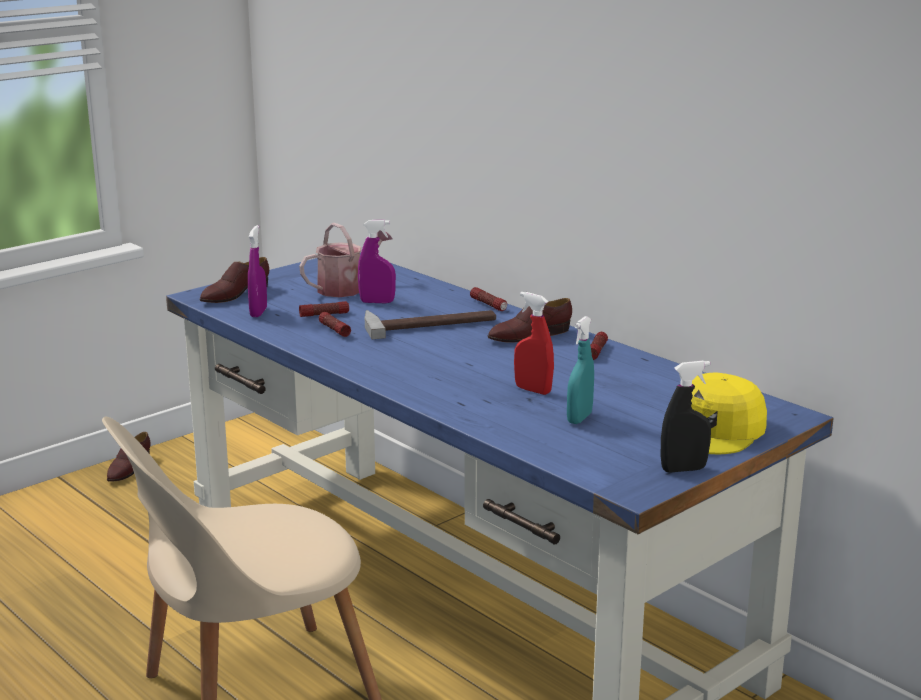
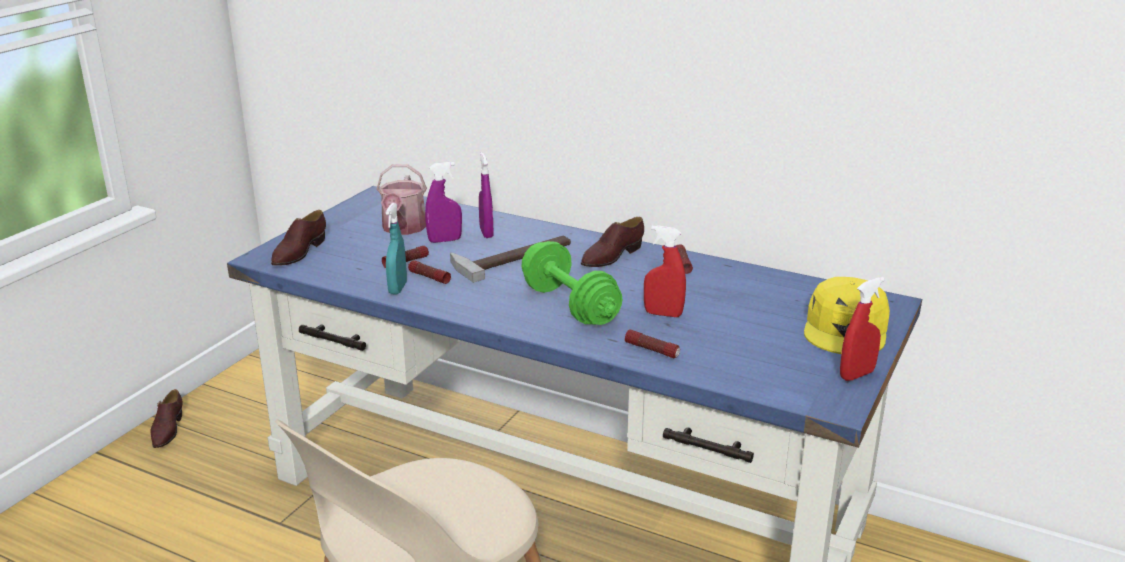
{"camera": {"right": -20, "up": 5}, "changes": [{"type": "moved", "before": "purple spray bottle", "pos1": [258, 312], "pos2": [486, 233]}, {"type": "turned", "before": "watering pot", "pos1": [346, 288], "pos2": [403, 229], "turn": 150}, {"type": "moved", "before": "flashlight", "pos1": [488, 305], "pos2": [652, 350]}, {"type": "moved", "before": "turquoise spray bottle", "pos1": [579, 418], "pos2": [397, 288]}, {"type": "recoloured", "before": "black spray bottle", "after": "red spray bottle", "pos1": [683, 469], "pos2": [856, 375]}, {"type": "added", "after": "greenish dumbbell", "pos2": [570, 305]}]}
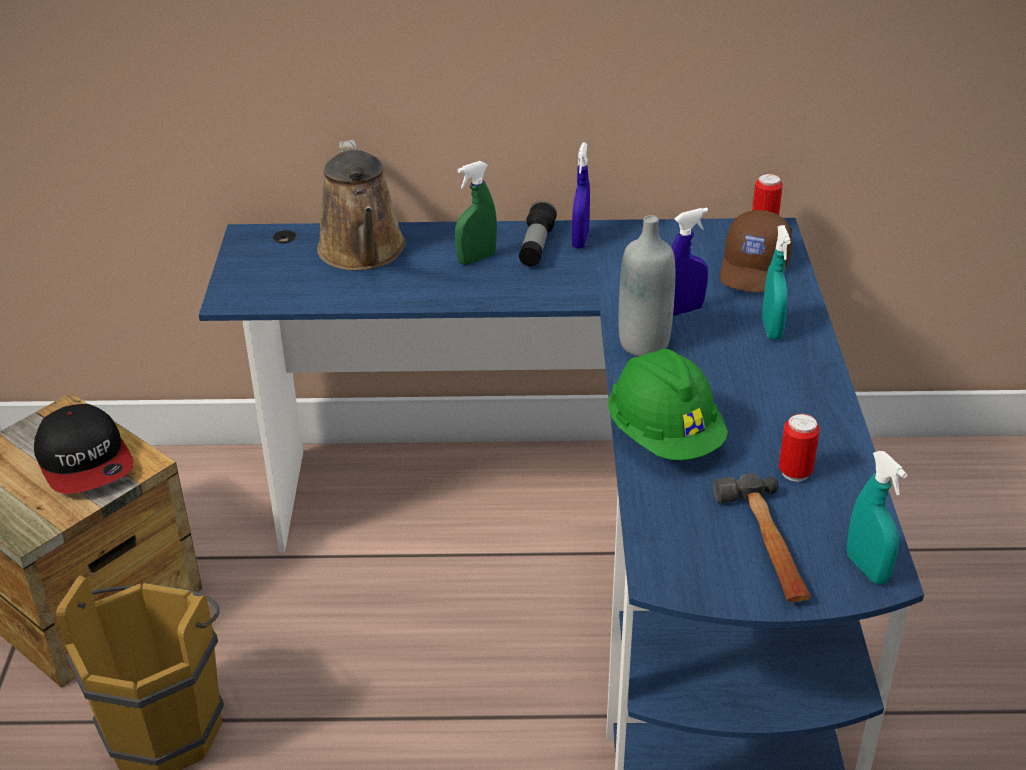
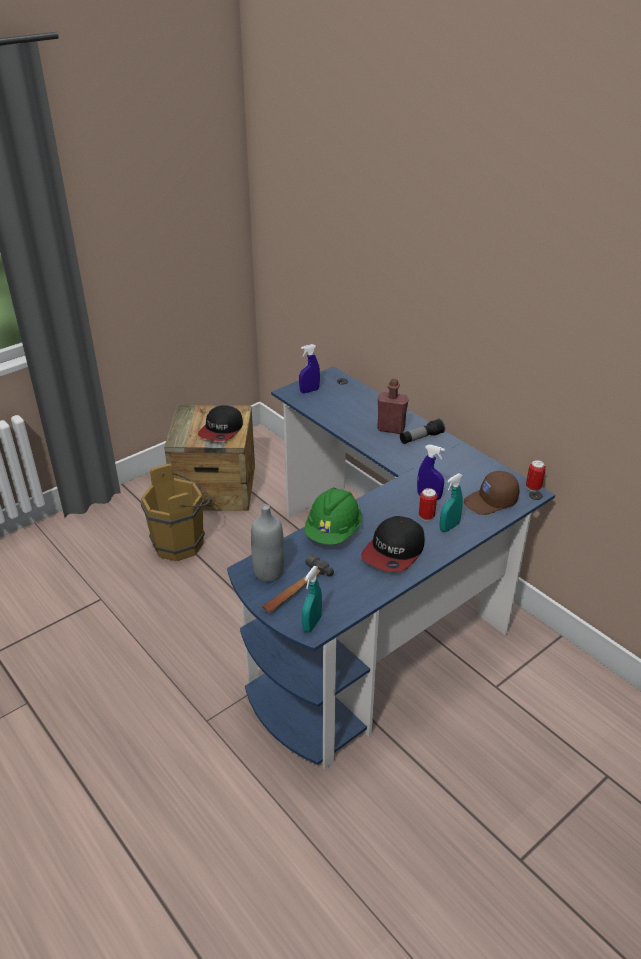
{"camera": {"right": 50, "up": 0}, "changes": [{"type": "removed", "before": "brownish watering pot", "pos1": [363, 253]}, {"type": "replaced", "before": "greenish spray bottle", "after": "red beverage bottle", "pos1": [476, 259], "pos2": [391, 429]}, {"type": "moved", "before": "blue spray bottle", "pos1": [580, 240], "pos2": [309, 391]}, {"type": "moved", "before": "grey beverage bottle", "pos1": [643, 343], "pos2": [269, 572]}, {"type": "moved", "before": "metal can", "pos1": [795, 472], "pos2": [426, 516]}, {"type": "added", "after": "cap", "pos2": [394, 551]}]}
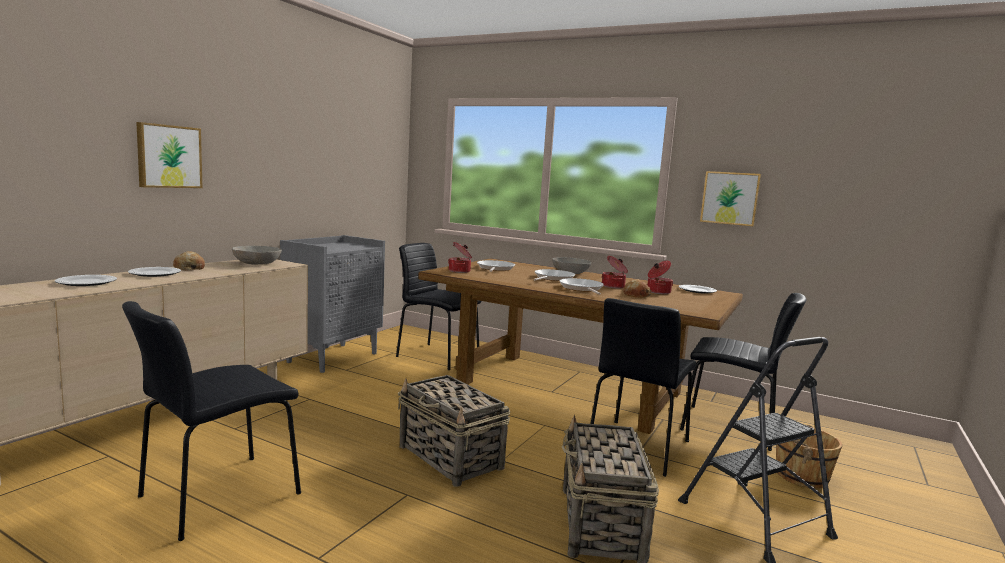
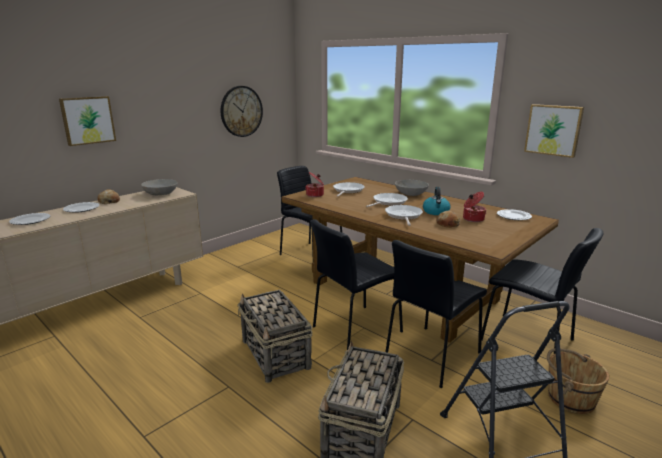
{"camera": {"right": 15, "up": 10}, "changes": [{"type": "moved", "before": "black upright chair", "pos1": [215, 497], "pos2": [354, 330]}, {"type": "removed", "before": "grey storage cabinet", "pos1": [333, 357]}, {"type": "replaced", "before": "saucepot", "after": "kettle", "pos1": [613, 286], "pos2": [436, 212]}, {"type": "added", "after": "clock on the wall", "pos2": [241, 111]}]}
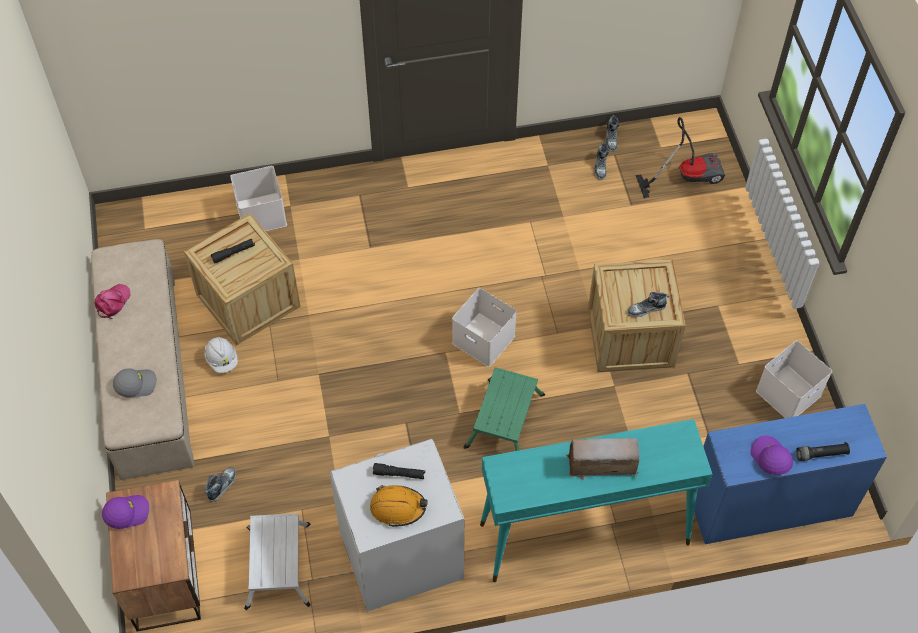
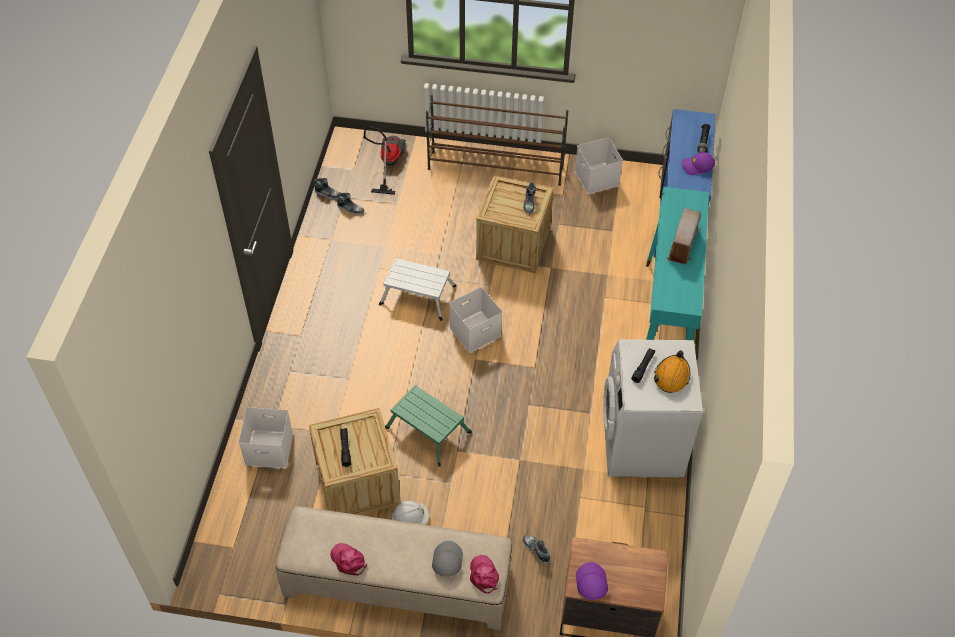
{"camera": {"right": -70, "up": -5}, "changes": [{"type": "moved", "before": "whitish step stool", "pos1": [278, 565], "pos2": [417, 295]}, {"type": "moved", "before": "greenish step stool", "pos1": [505, 420], "pos2": [427, 429]}, {"type": "added", "after": "brownish shoe stand", "pos2": [496, 169]}, {"type": "added", "after": "pink cap", "pos2": [484, 575]}]}
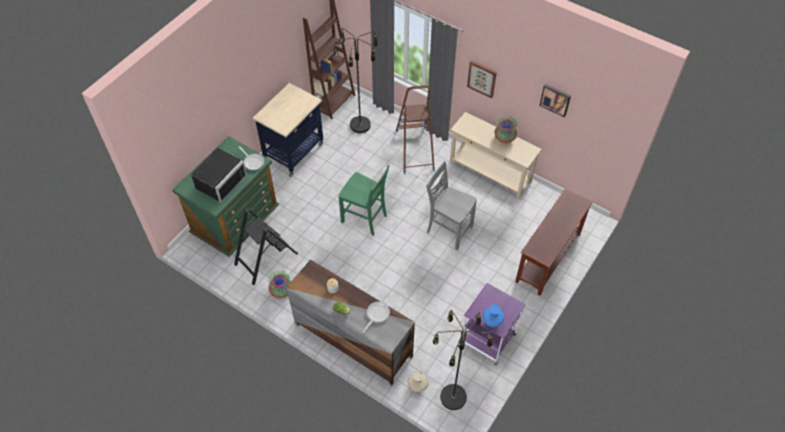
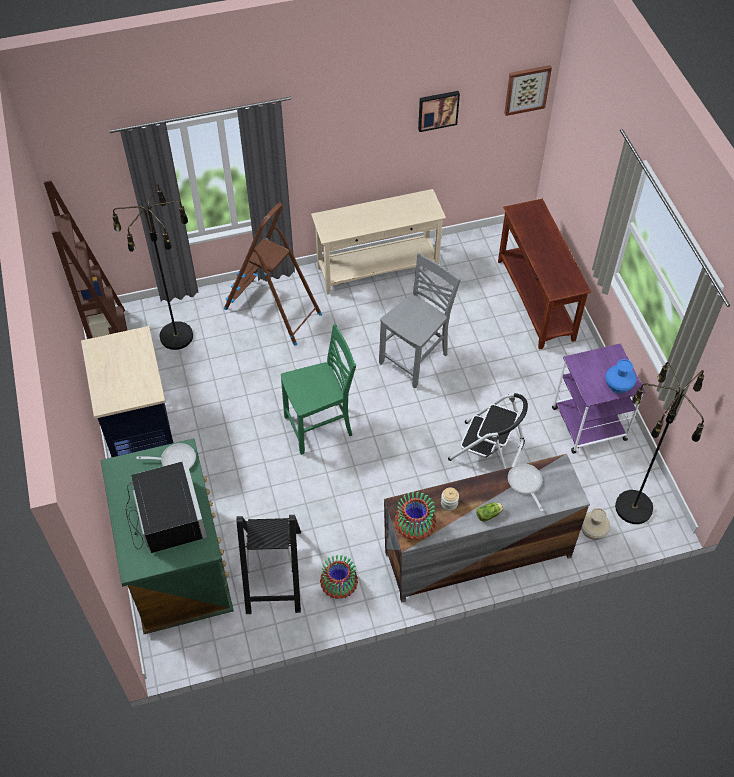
{"camera": {"right": -50, "up": 0}, "changes": [{"type": "turned", "before": "grey upright chair", "pos1": [448, 230], "pos2": [415, 359], "turn": 150}, {"type": "moved", "before": "wall art", "pos1": [482, 78], "pos2": [526, 89]}, {"type": "moved", "before": "flower vase", "pos1": [504, 138], "pos2": [414, 527]}, {"type": "added", "after": "step stool", "pos2": [489, 452]}]}
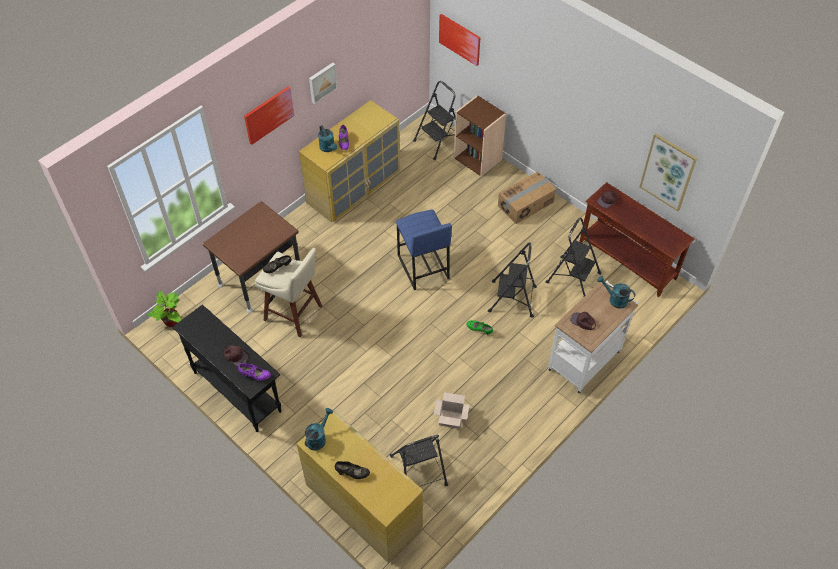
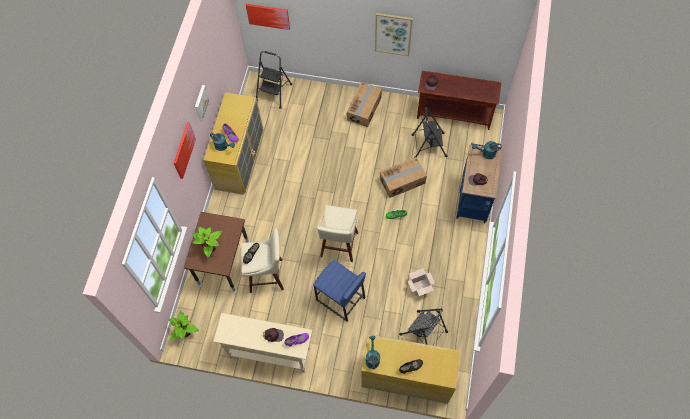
{"camera": {"right": -30, "up": 10}, "changes": [{"type": "recoloured", "before": "black console table", "after": "sand-coloured console table", "pos1": [237, 391], "pos2": [269, 353]}, {"type": "moved", "before": "blue stool seat", "pos1": [423, 267], "pos2": [340, 299]}, {"type": "removed", "before": "brownish bookshelf", "pos1": [478, 159]}, {"type": "replaced", "before": "black step stool", "after": "carton", "pos1": [514, 298], "pos2": [402, 181]}, {"type": "recoloured", "before": "whitish cart", "after": "blue cart", "pos1": [586, 359], "pos2": [473, 198]}, {"type": "moved", "before": "wall art", "pos1": [668, 172], "pos2": [393, 34]}, {"type": "added", "after": "houseplant", "pos2": [211, 248]}, {"type": "added", "after": "sand-coloured stool seat", "pos2": [338, 245]}]}
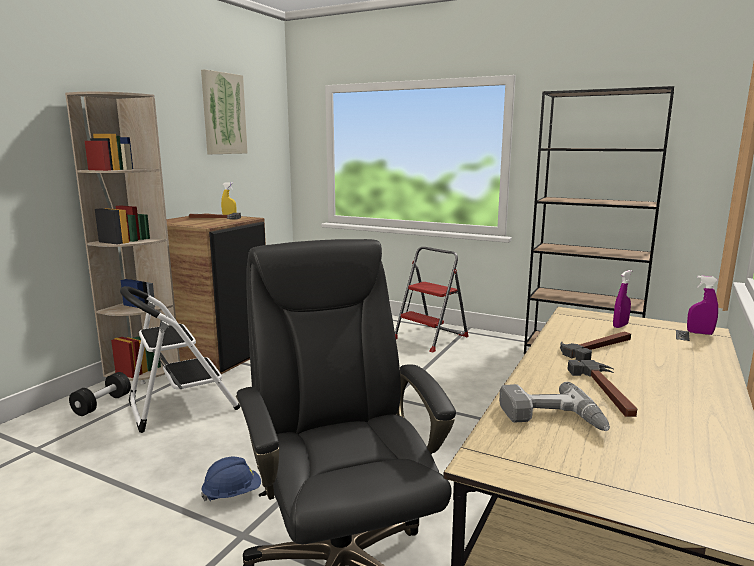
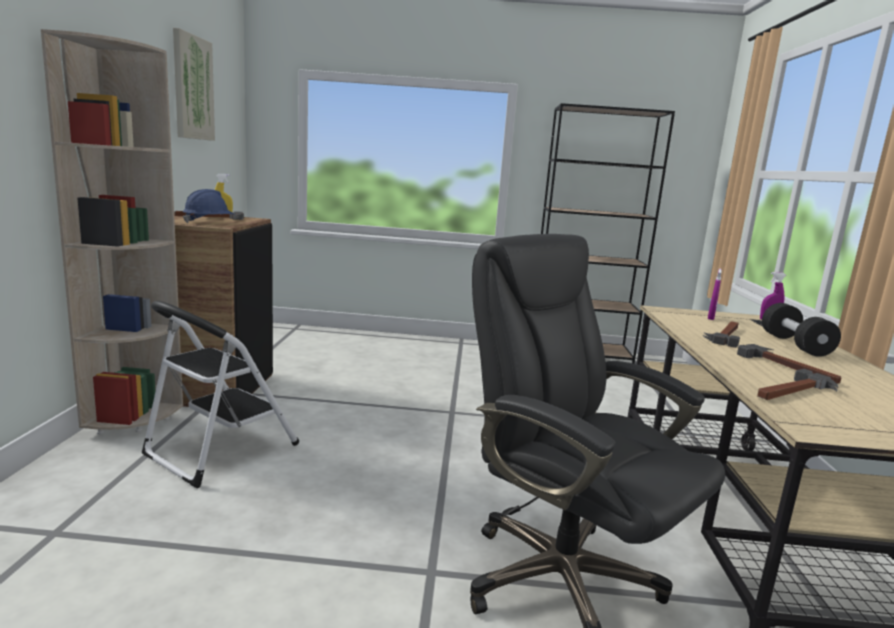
{"camera": {"right": -25, "up": 0}, "changes": [{"type": "moved", "before": "black dumbbell", "pos1": [102, 404], "pos2": [794, 345]}, {"type": "moved", "before": "blue work helmet", "pos1": [232, 494], "pos2": [209, 222]}, {"type": "removed", "before": "red step stool", "pos1": [432, 337]}, {"type": "replaced", "before": "power drill", "after": "hand hammer", "pos1": [552, 419], "pos2": [793, 392]}]}
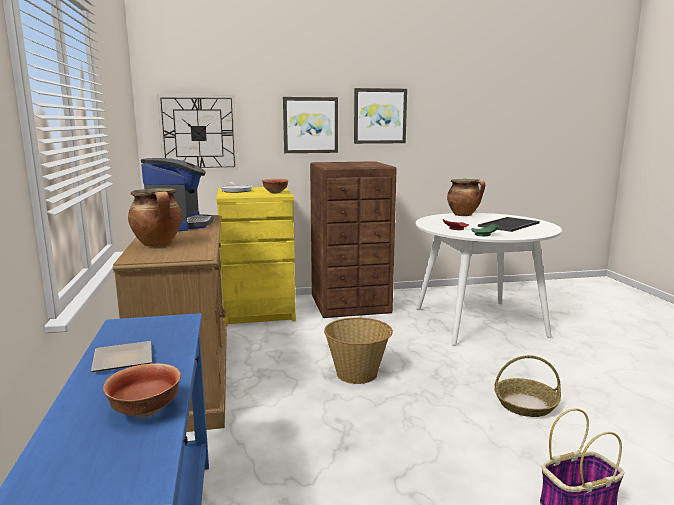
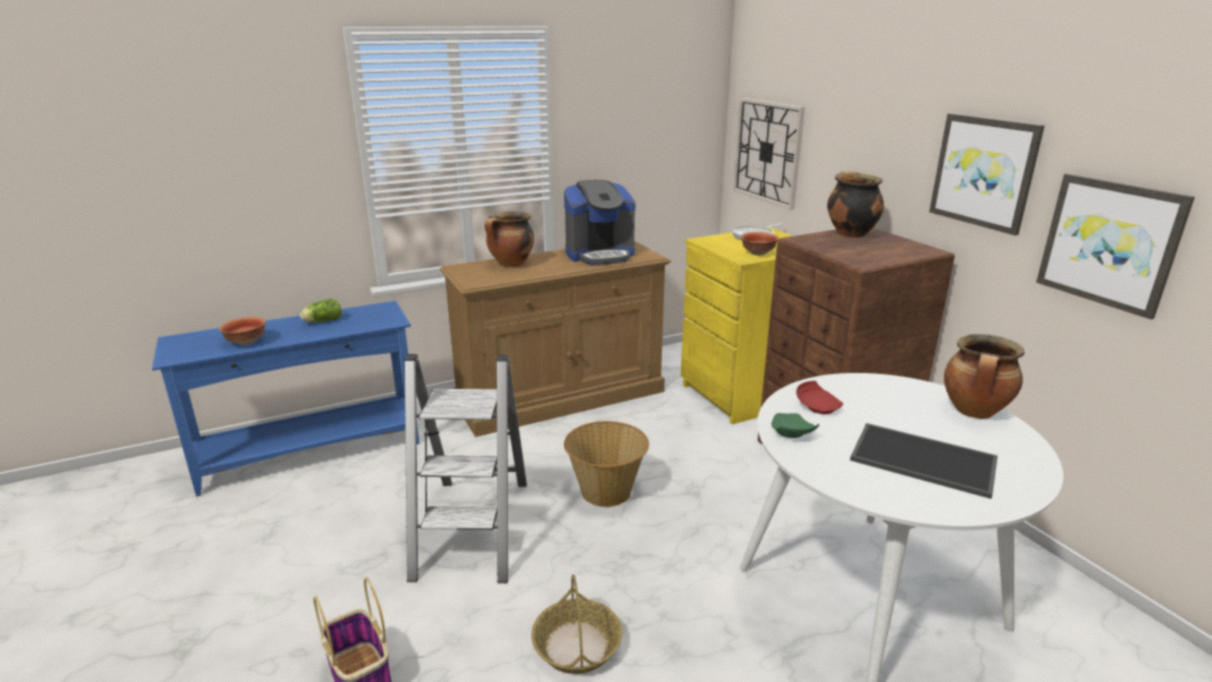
{"camera": {"right": 75, "up": 10}, "changes": [{"type": "replaced", "before": "plate", "after": "lettuce", "pos1": [125, 358], "pos2": [322, 321]}, {"type": "moved", "before": "wall art", "pos1": [310, 125], "pos2": [1110, 243]}, {"type": "added", "after": "grey step stool", "pos2": [473, 526]}, {"type": "added", "after": "saucepot", "pos2": [849, 233]}]}
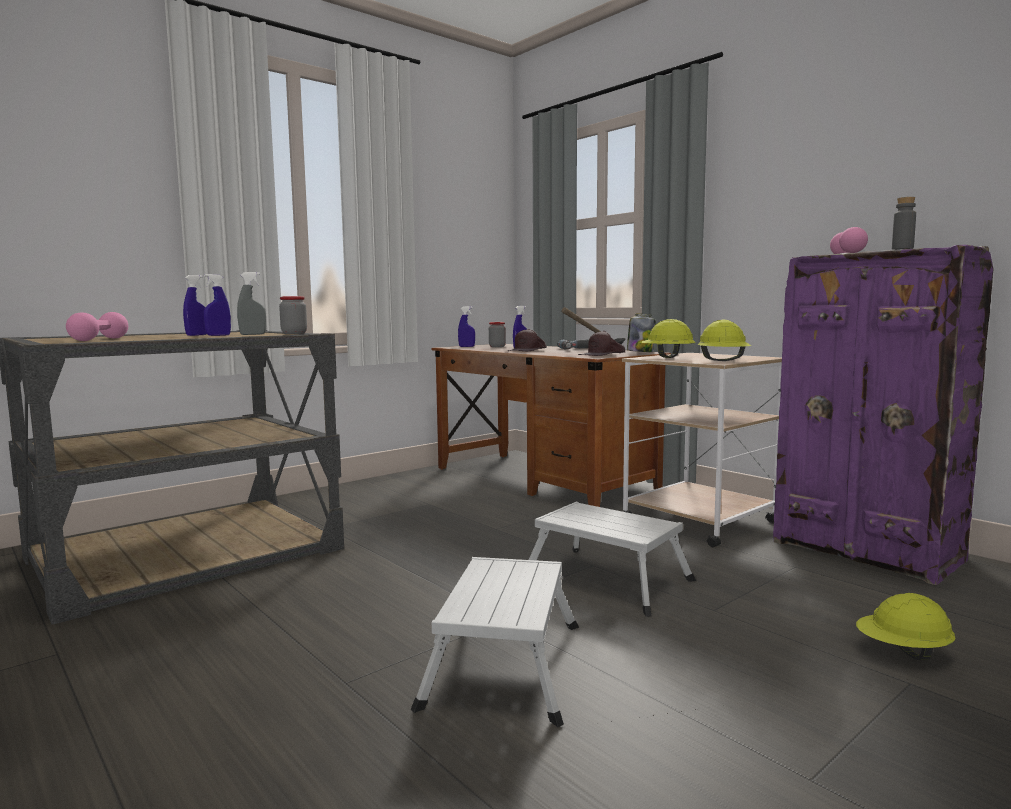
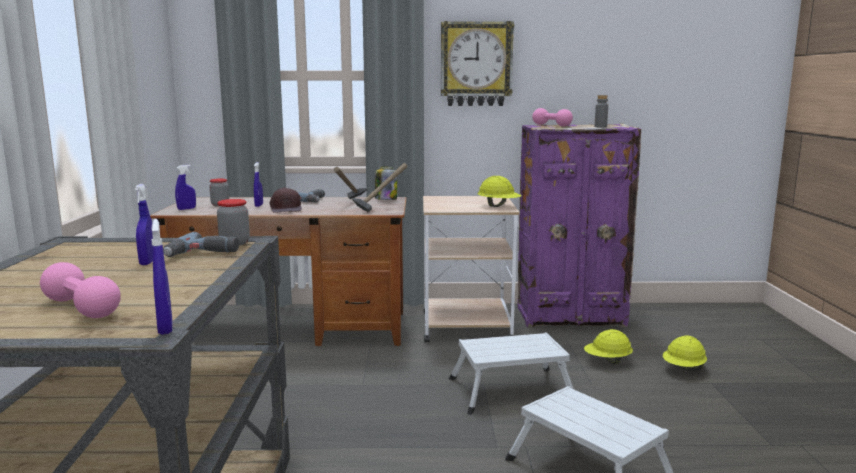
{"camera": {"right": -50, "up": 5}, "changes": [{"type": "moved", "before": "blue spray bottle", "pos1": [197, 335], "pos2": [165, 328]}, {"type": "replaced", "before": "grey spray bottle", "after": "power drill", "pos1": [253, 334], "pos2": [202, 254]}, {"type": "replaced", "before": "brownish cap", "after": "hand hammer", "pos1": [602, 355], "pos2": [380, 208]}, {"type": "moved", "before": "yellow work helmet", "pos1": [666, 357], "pos2": [607, 361]}, {"type": "added", "after": "clock on the wall", "pos2": [476, 64]}]}
